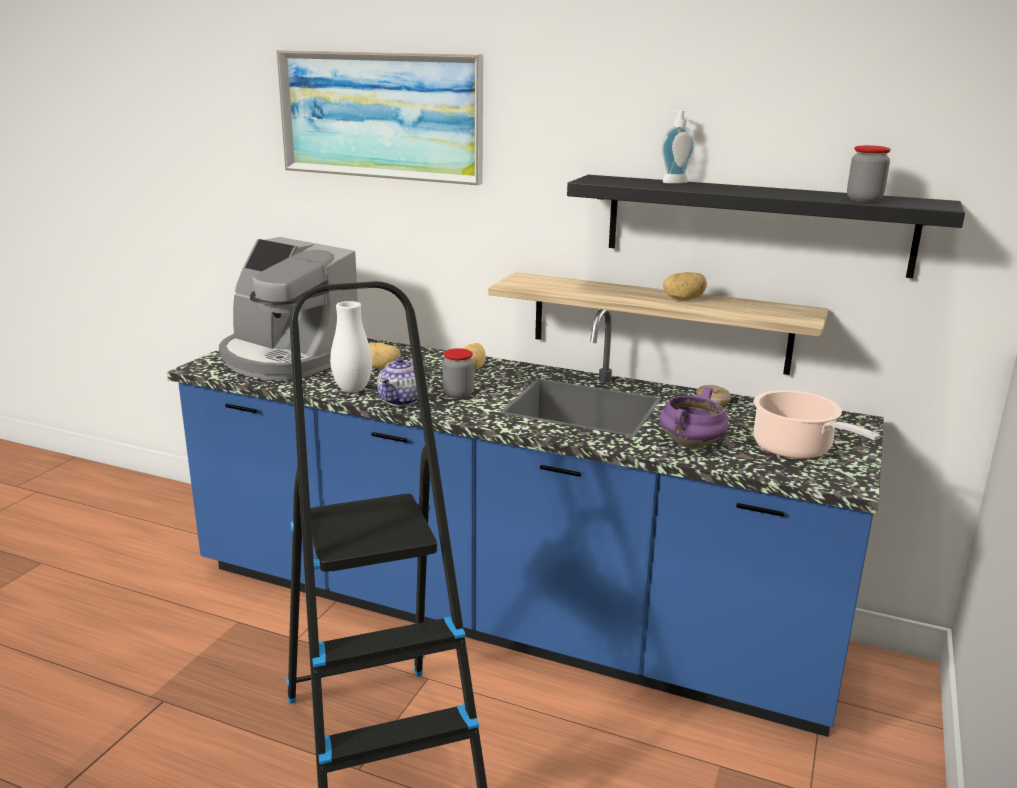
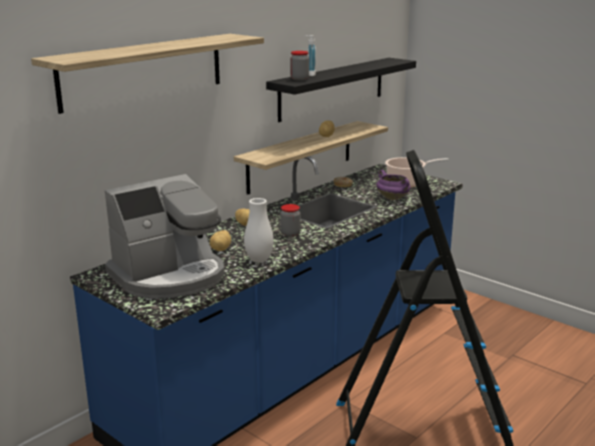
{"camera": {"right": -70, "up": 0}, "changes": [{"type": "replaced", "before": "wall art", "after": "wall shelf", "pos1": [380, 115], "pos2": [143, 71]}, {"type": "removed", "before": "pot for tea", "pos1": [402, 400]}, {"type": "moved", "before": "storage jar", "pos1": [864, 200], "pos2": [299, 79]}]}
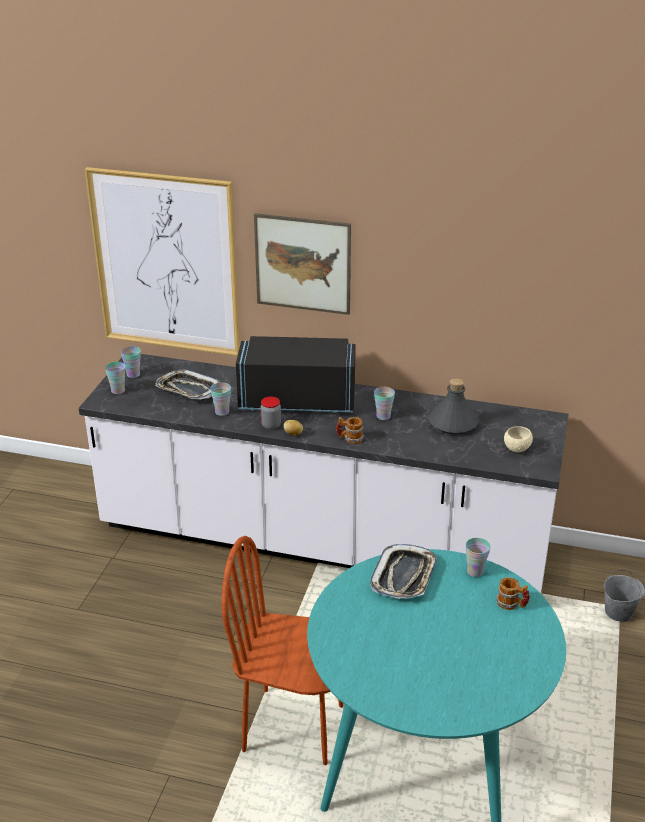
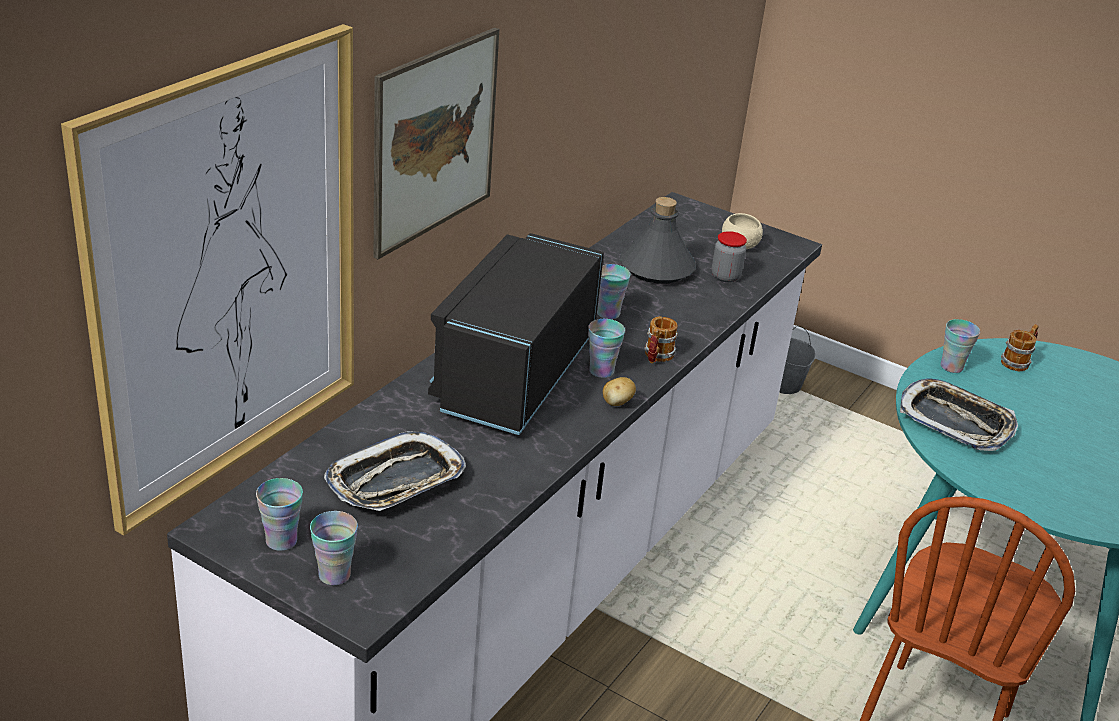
{"camera": {"right": -75, "up": 0}, "changes": [{"type": "moved", "before": "small cup", "pos1": [222, 412], "pos2": [601, 371]}, {"type": "moved", "before": "storage jar", "pos1": [271, 425], "pos2": [725, 276]}]}
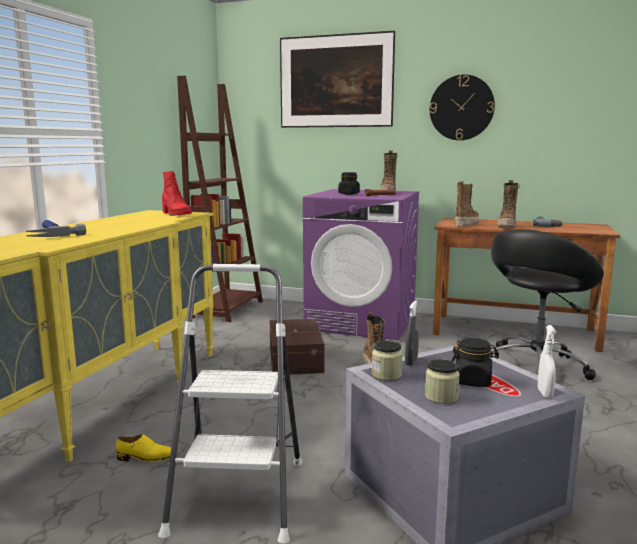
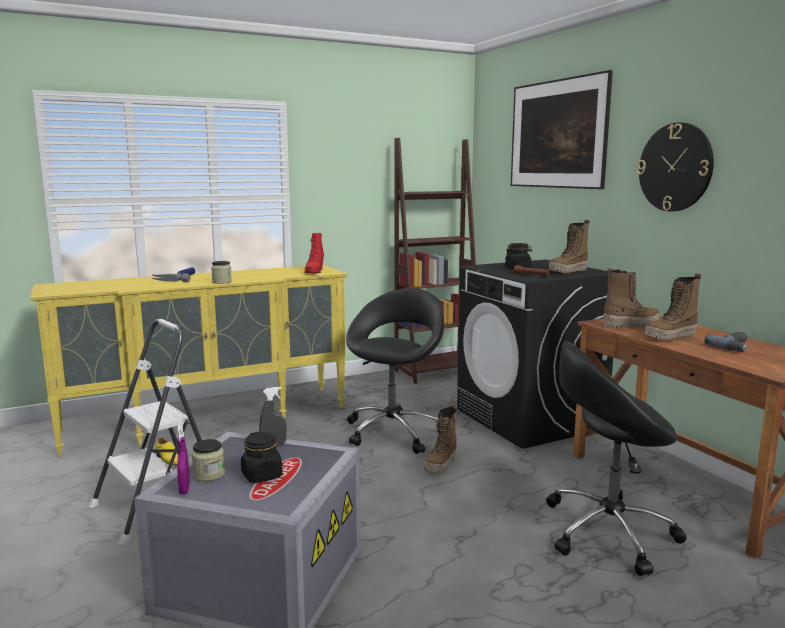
{"camera": {"right": 45, "up": 0}, "changes": [{"type": "replaced", "before": "brownish storage container", "after": "black desk chair", "pos1": [296, 358], "pos2": [395, 432]}, {"type": "recoloured", "before": "purple washing machine", "after": "black washing machine", "pos1": [362, 322], "pos2": [530, 419]}, {"type": "moved", "before": "storage jar", "pos1": [386, 375], "pos2": [222, 282]}, {"type": "removed", "before": "whitish spray bottle", "pos1": [545, 393]}, {"type": "added", "after": "purple spray bottle", "pos2": [184, 489]}]}
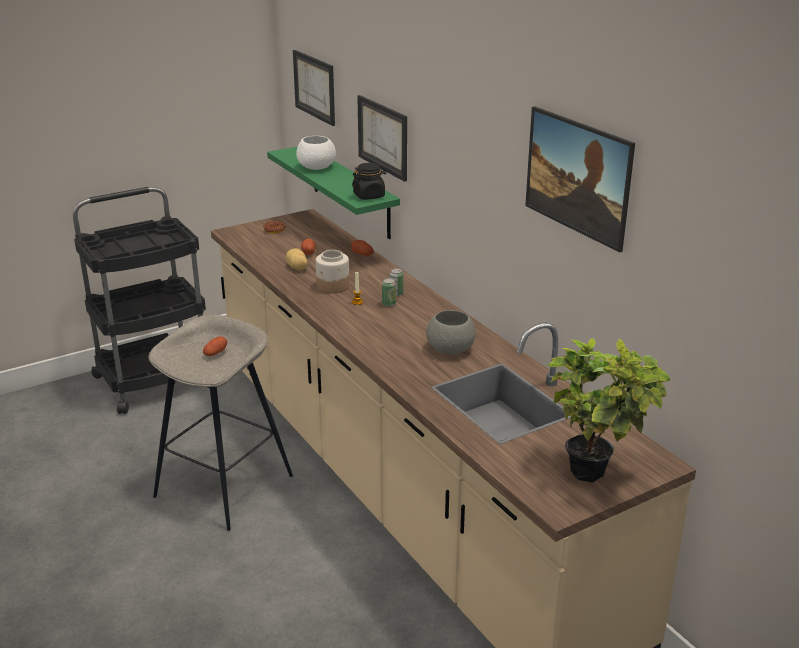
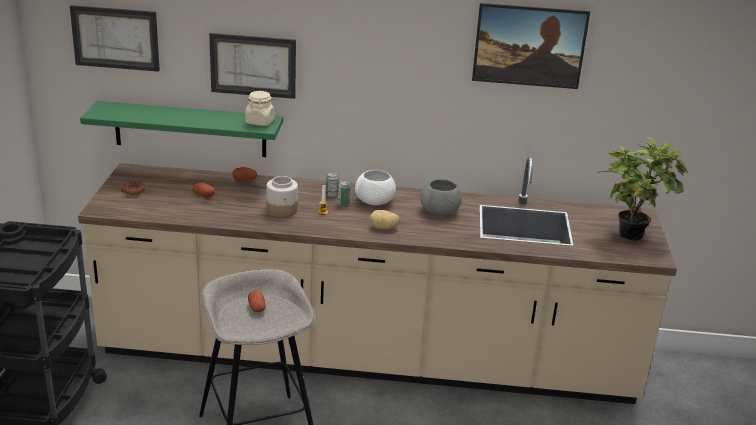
{"camera": {"right": -55, "up": 0}, "changes": [{"type": "moved", "before": "spud", "pos1": [297, 268], "pos2": [383, 228]}, {"type": "moved", "before": "whitish serving bowl", "pos1": [316, 167], "pos2": [375, 201]}, {"type": "recoloured", "before": "black storage jar", "after": "sand-coloured storage jar", "pos1": [369, 196], "pos2": [260, 122]}]}
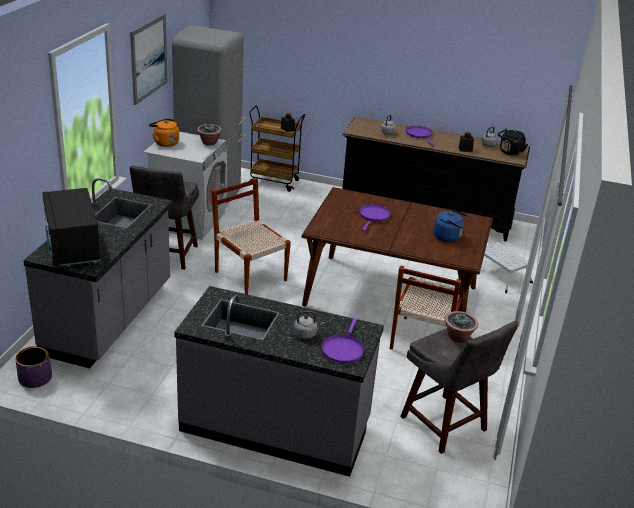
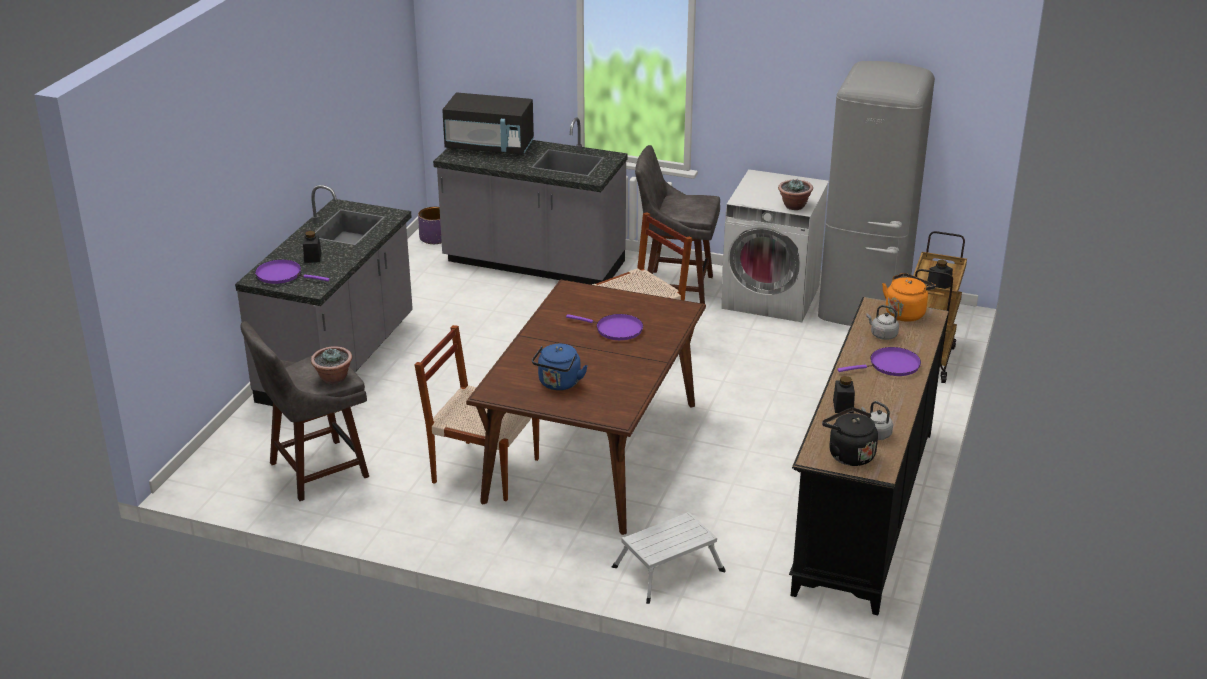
{"camera": {"right": 95, "up": 0}, "changes": [{"type": "turned", "before": "black microwave", "pos1": [72, 247], "pos2": [490, 147], "turn": -150}, {"type": "removed", "before": "wall art", "pos1": [149, 58]}, {"type": "moved", "before": "orangey kettle", "pos1": [165, 143], "pos2": [906, 313]}, {"type": "replaced", "before": "grey kettle", "after": "black storage jar", "pos1": [306, 334], "pos2": [312, 257]}]}
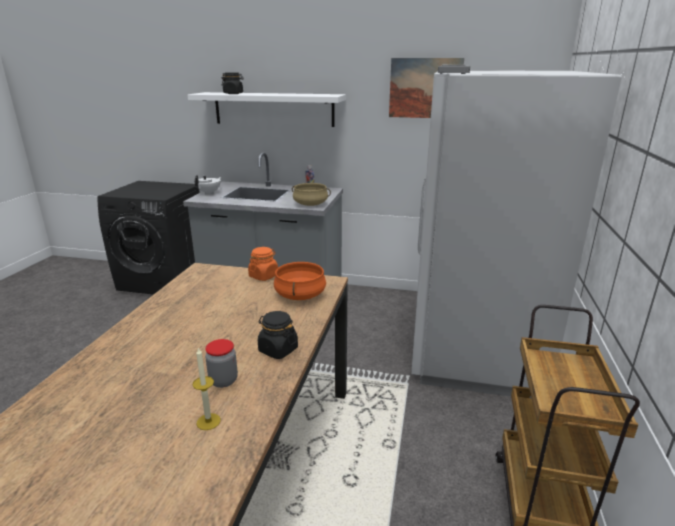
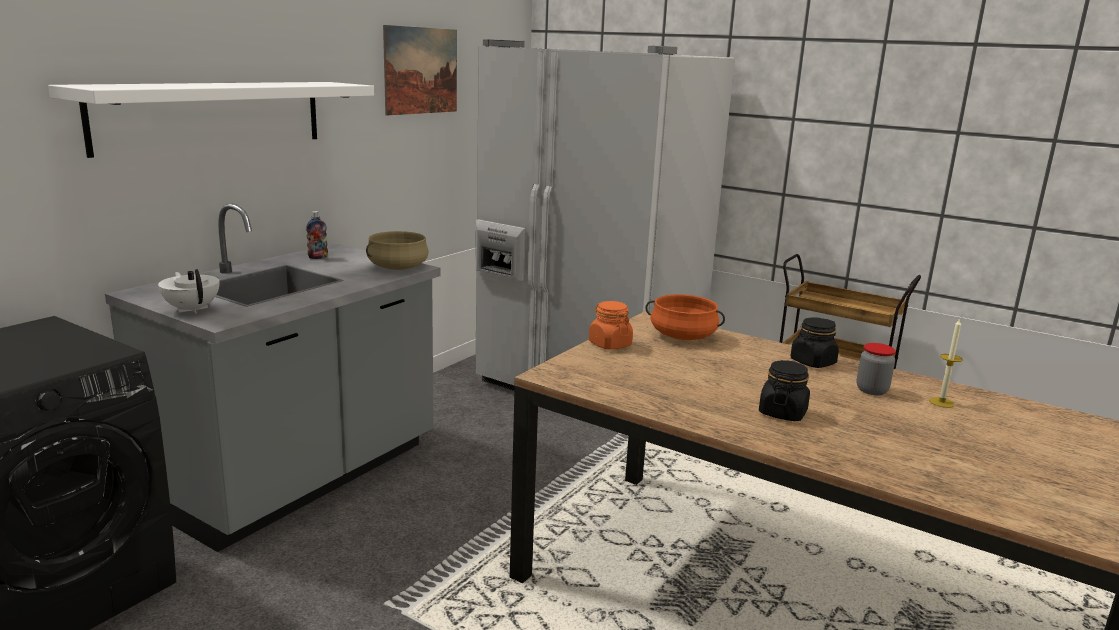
{"camera": {"right": -70, "up": -5}, "changes": [{"type": "moved", "before": "black storage jar", "pos1": [233, 93], "pos2": [782, 413]}]}
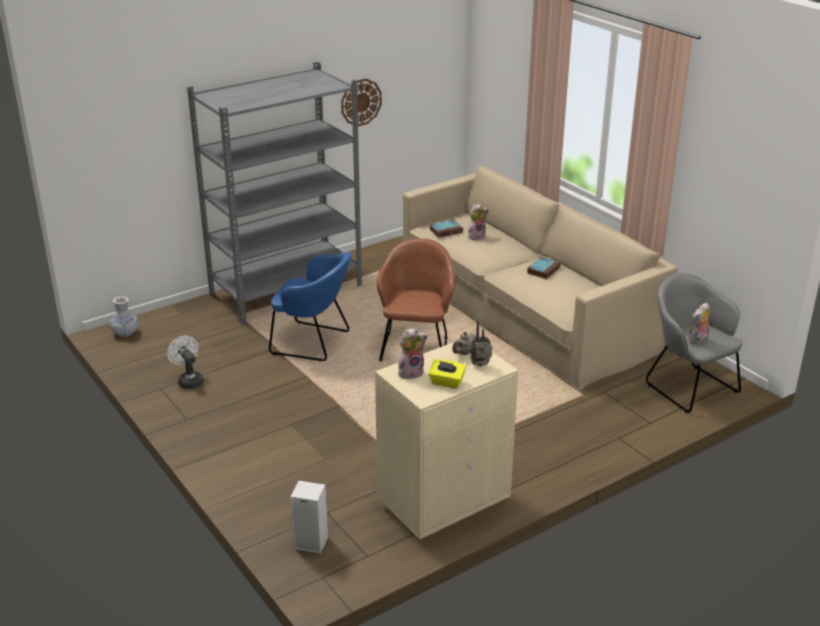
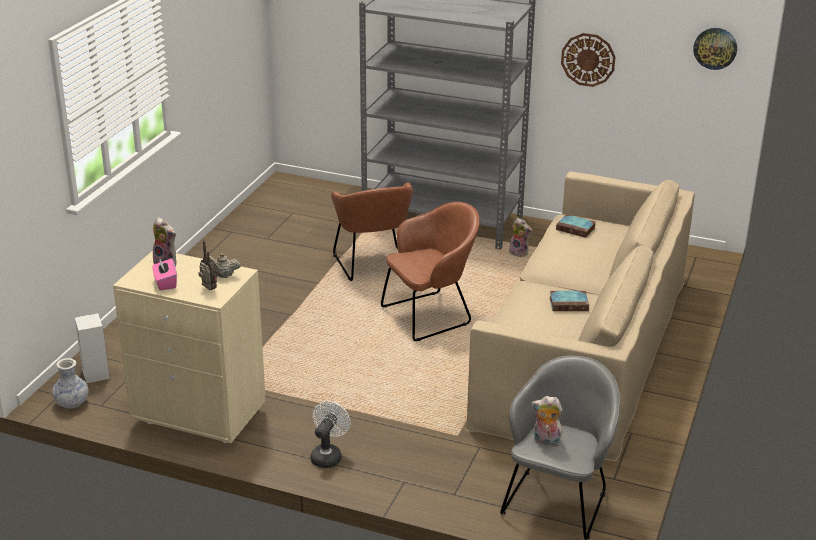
{"camera": {"right": 55, "up": 0}, "changes": [{"type": "moved", "before": "flower vase", "pos1": [125, 332], "pos2": [72, 403]}, {"type": "moved", "before": "whitish cooling fan", "pos1": [189, 380], "pos2": [328, 455]}, {"type": "recoloured", "before": "blue armchair", "after": "brownish armchair", "pos1": [314, 343], "pos2": [373, 266]}, {"type": "recoloured", "before": "yellow box of tissues", "after": "pink box of tissues", "pos1": [446, 382], "pos2": [165, 283]}, {"type": "moved", "before": "cuddly toy", "pos1": [476, 236], "pos2": [519, 253]}, {"type": "added", "after": "clock on the wall", "pos2": [715, 48]}]}
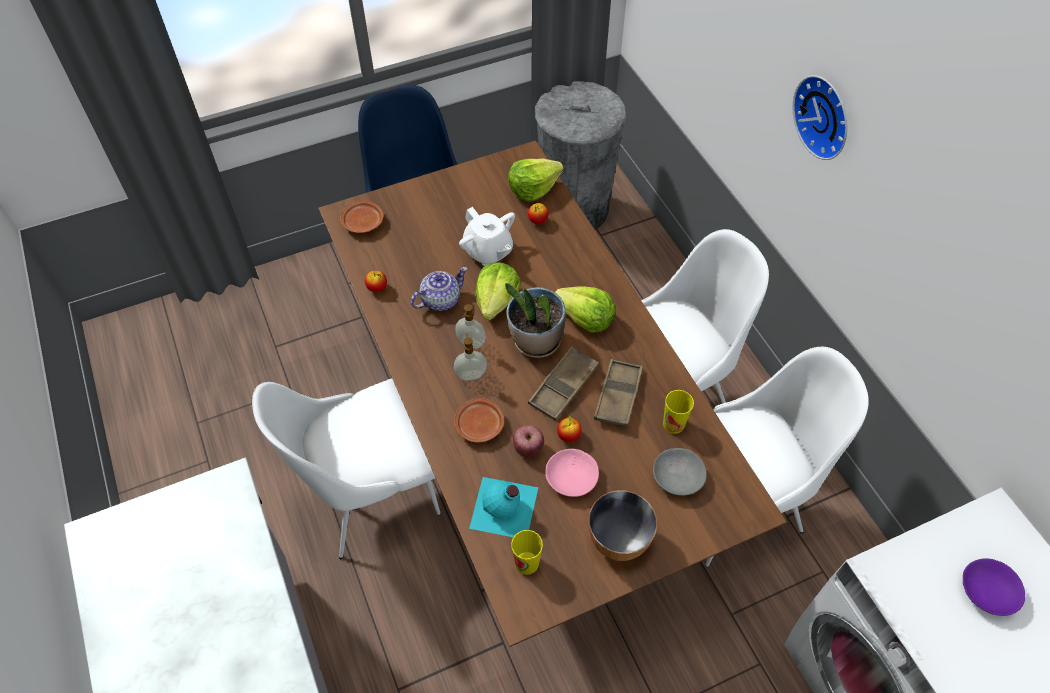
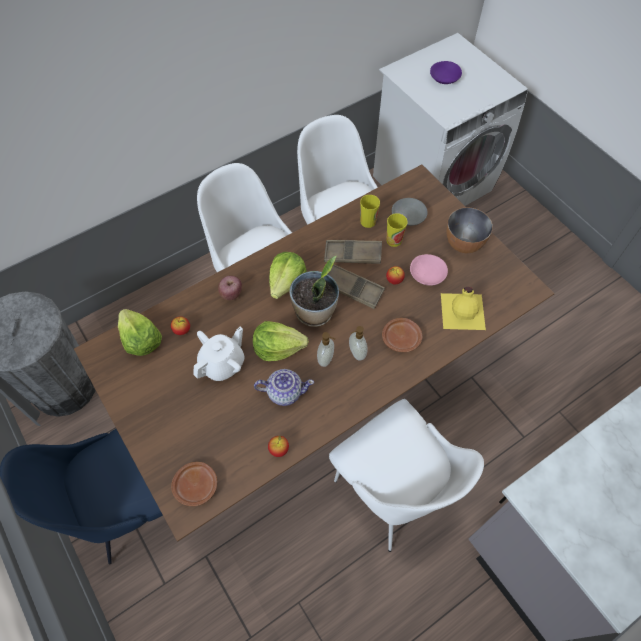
{"camera": {"right": -100, "up": 5}, "changes": [{"type": "turned", "before": "pot for tea", "pos1": [440, 300], "pos2": [284, 392], "turn": 135}, {"type": "recoloured", "before": "turquoise beverage bottle", "after": "yellow beverage bottle", "pos1": [505, 508], "pos2": [463, 310]}, {"type": "moved", "before": "small cup", "pos1": [526, 563], "pos2": [394, 240]}, {"type": "moved", "before": "apple fruit", "pos1": [528, 448], "pos2": [231, 294]}, {"type": "removed", "before": "clock on the wall", "pos1": [825, 116]}]}
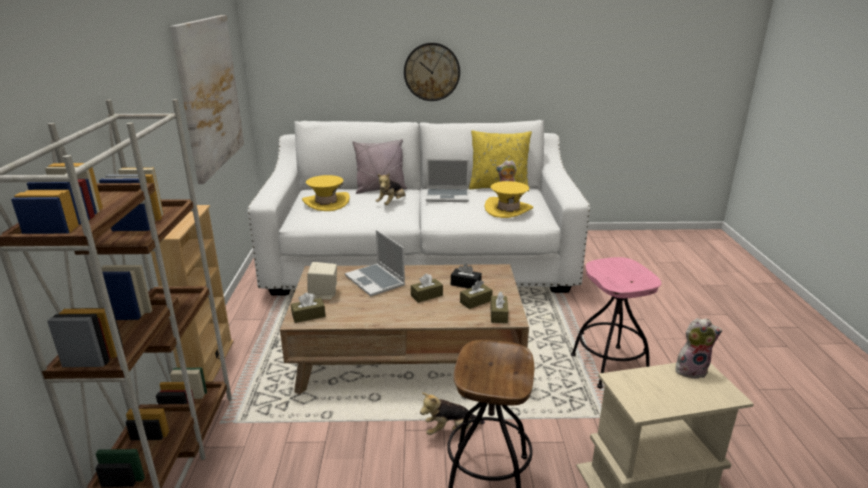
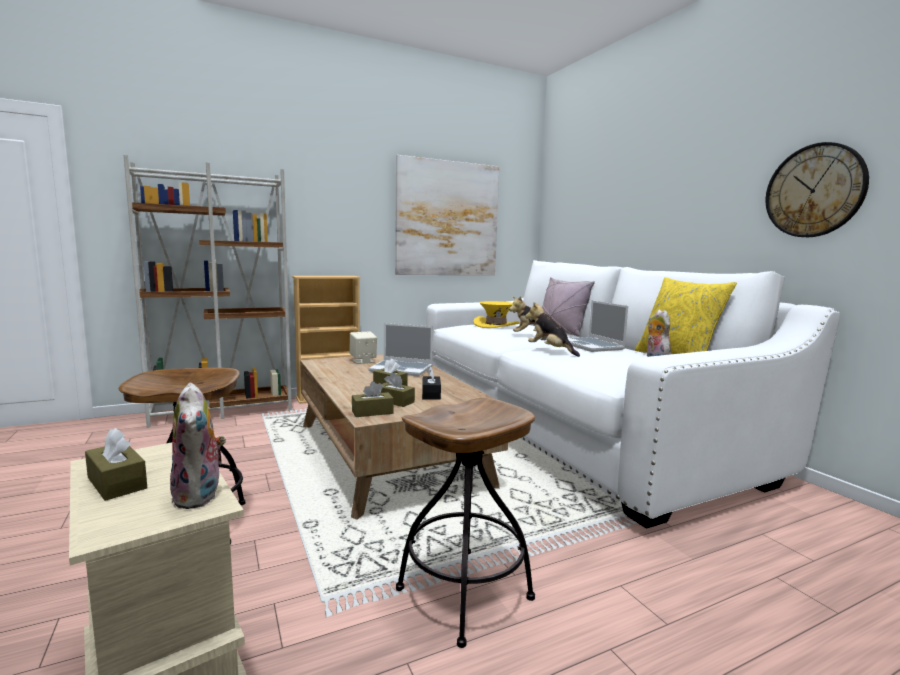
{"camera": {"right": 65, "up": -15}, "changes": [{"type": "moved", "before": "brownish box of tissues", "pos1": [308, 316], "pos2": [117, 483]}, {"type": "turned", "before": "notebook computer", "pos1": [376, 281], "pos2": [402, 369], "turn": -105}, {"type": "moved", "before": "clock on the wall", "pos1": [431, 72], "pos2": [814, 191]}, {"type": "moved", "before": "cuddly toy", "pos1": [450, 430], "pos2": [550, 351]}, {"type": "removed", "before": "yellow wearable hat", "pos1": [508, 209]}, {"type": "recoloured", "before": "pink stool seat", "after": "brownish stool seat", "pos1": [609, 366], "pos2": [464, 593]}]}
